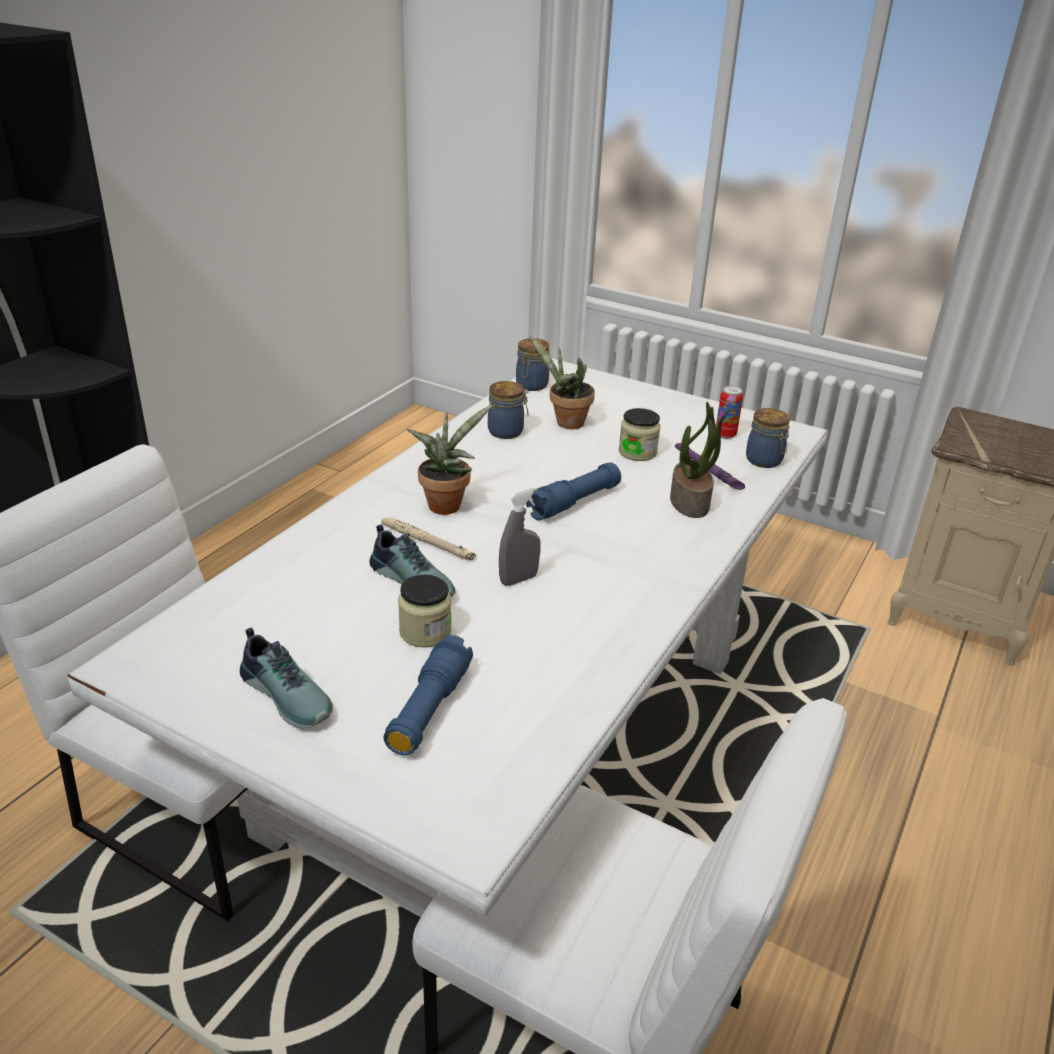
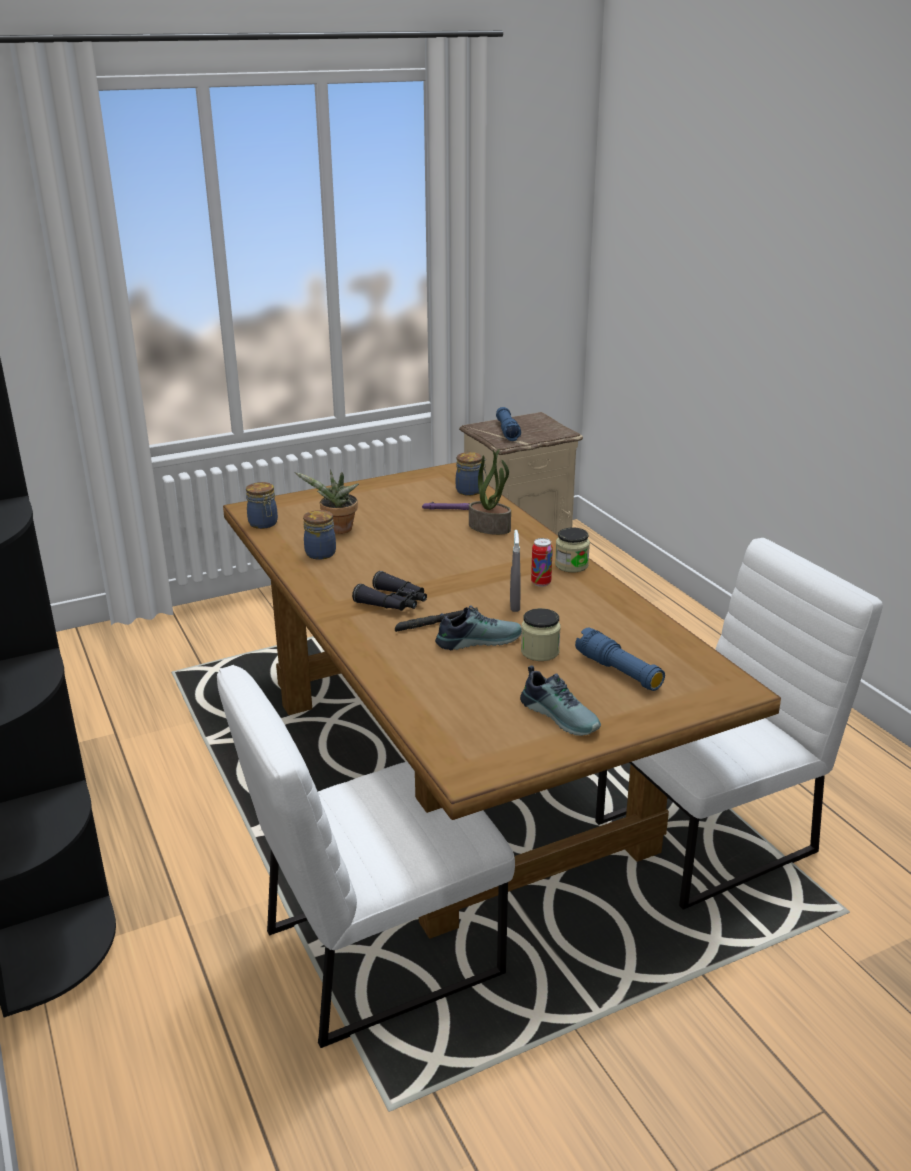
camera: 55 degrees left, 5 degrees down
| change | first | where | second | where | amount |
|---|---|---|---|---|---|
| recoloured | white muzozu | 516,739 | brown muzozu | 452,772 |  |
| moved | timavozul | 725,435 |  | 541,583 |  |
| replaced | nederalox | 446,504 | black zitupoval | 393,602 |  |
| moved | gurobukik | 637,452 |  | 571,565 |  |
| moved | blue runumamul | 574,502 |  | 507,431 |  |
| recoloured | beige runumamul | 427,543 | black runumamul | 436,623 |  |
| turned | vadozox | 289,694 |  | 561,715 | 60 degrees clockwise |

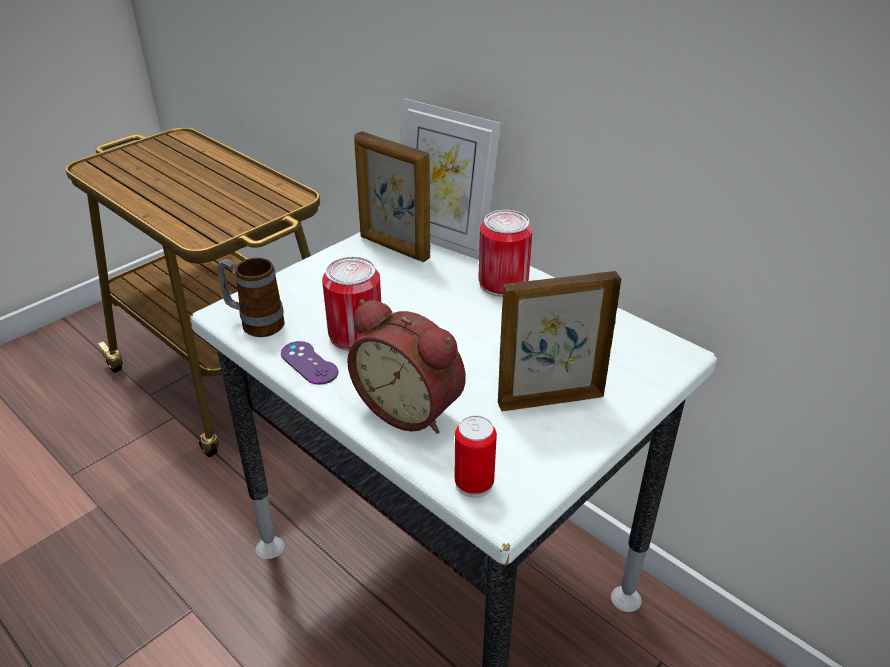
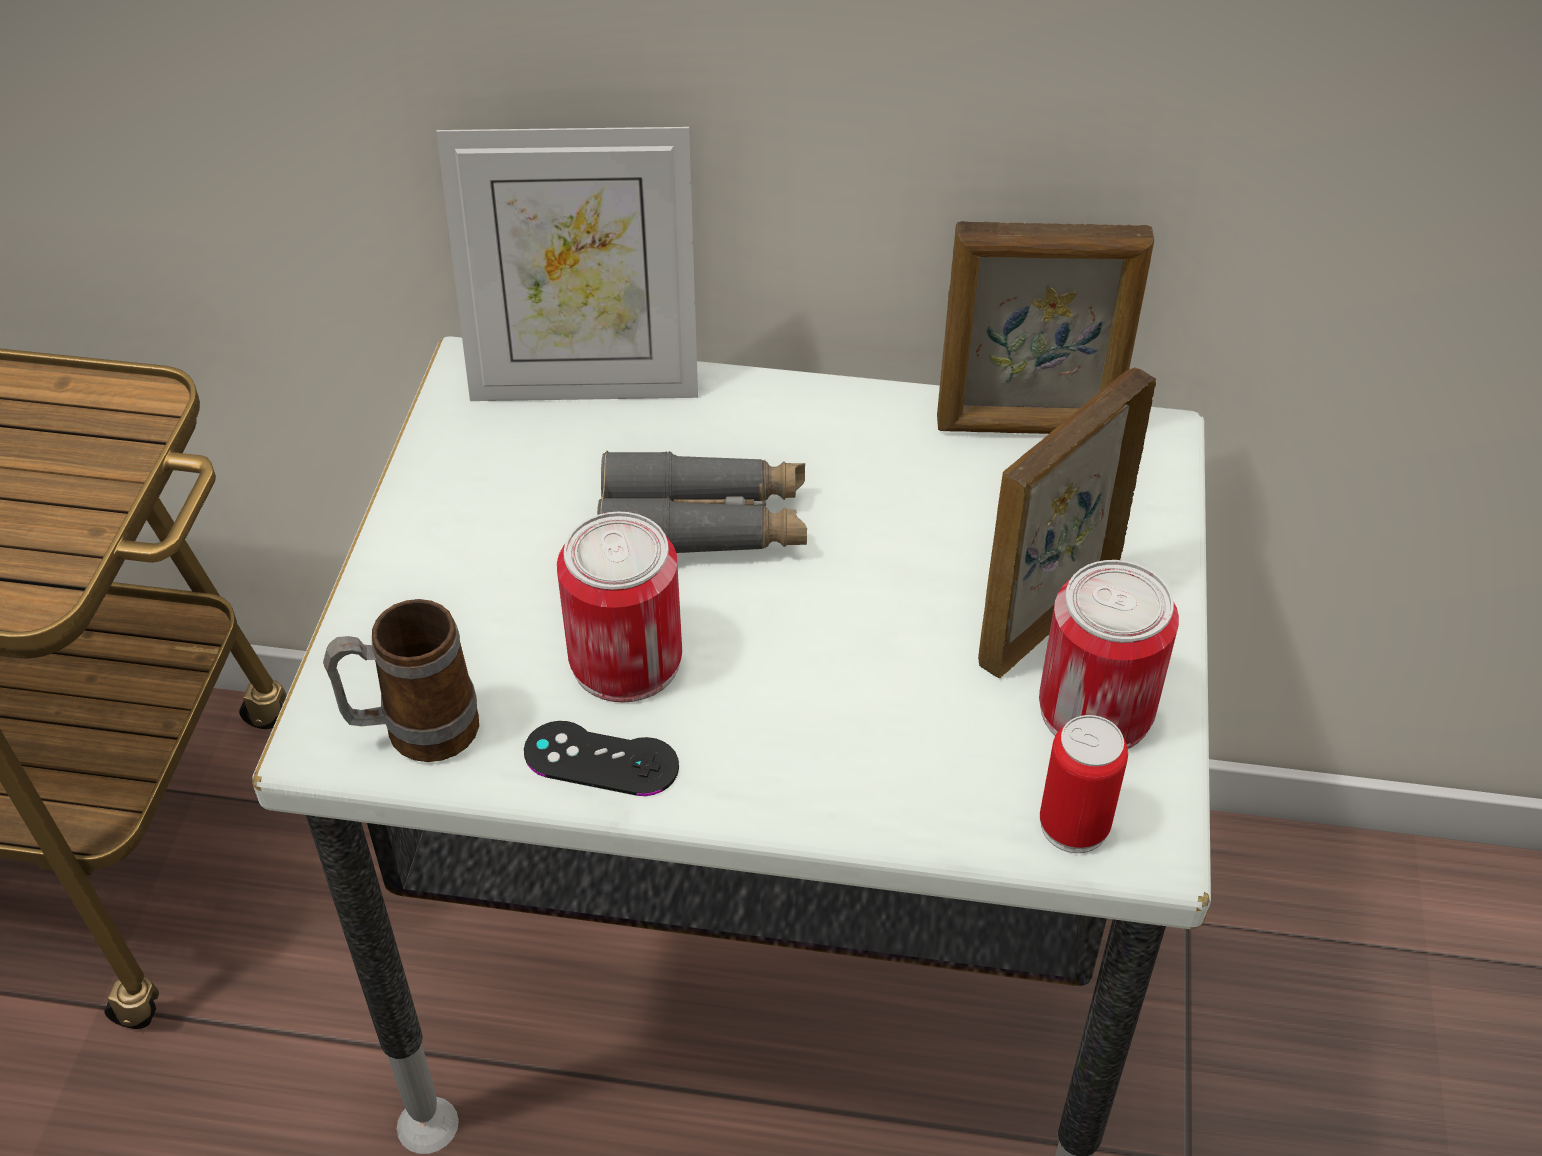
camera: 35 degrees left, 10 degrees up
| change | first | where | second | where | amount |
|---|---|---|---|---|---|
| moved | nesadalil | 394,248 |  | 1027,428 |  |
| moved | timavozul | 503,283 |  | 1095,709 |  |
| removed | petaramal | 411,408 |  |  |  |
| recoloured | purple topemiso | 309,363 | black topemiso | 601,759 |  |
| added |  |  | grey zitupoval | 704,525 |  |

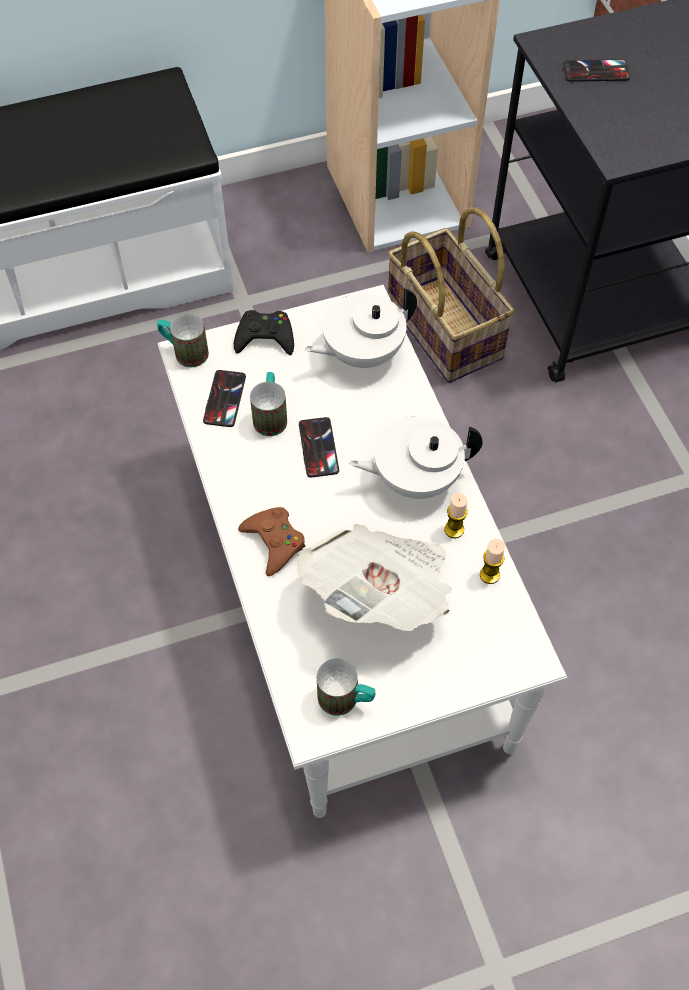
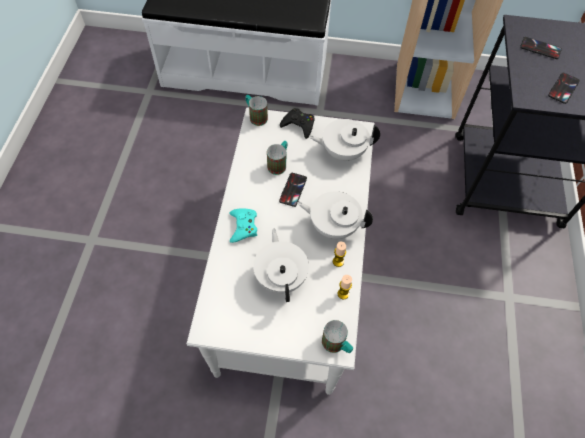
camera: 25 degrees right, 0 degrees up
| change | first | where | second | where | amount |
|---|---|---|---|---|---|
| removed | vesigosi | 446,329 |  |  |  |
| moved | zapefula | 224,399 |  | 563,88 |  |
| recoloured | brown topemiso | 274,542 | turquoise topemiso | 243,227 |  |
| replaced | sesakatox | 381,593 | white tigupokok | 281,277 |  |
| moved | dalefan | 346,700 |  | 337,345 |  |

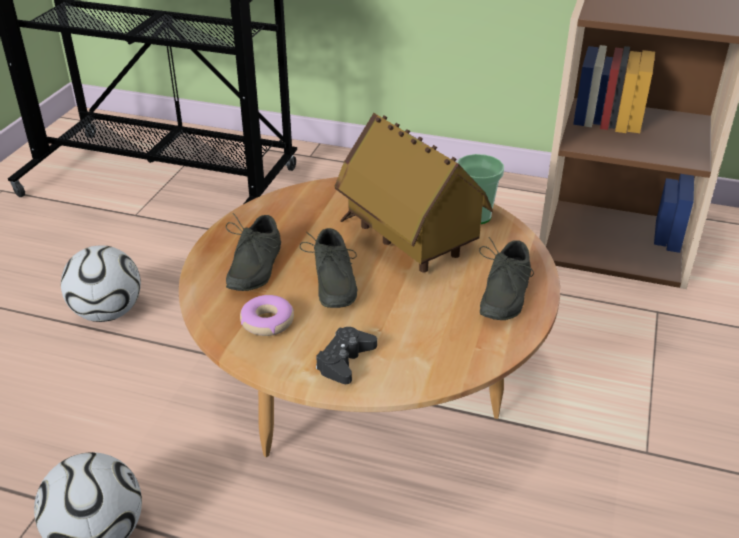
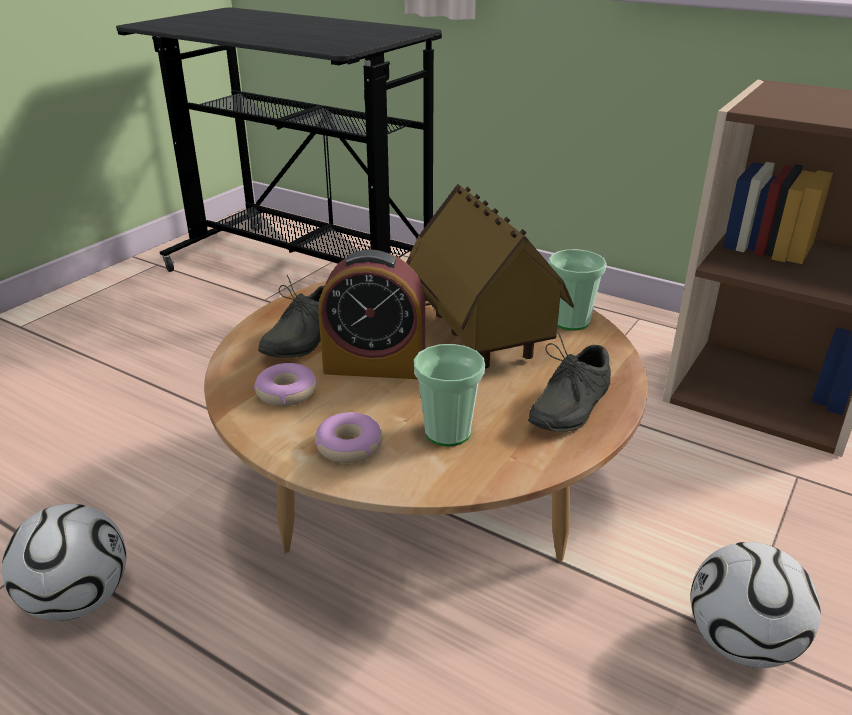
camera: 15 degrees right, 5 degrees down
| change | first | where | second | where | amount |
|---|---|---|---|---|---|
| replaced | grey vadozox | 330,283 | petaramal | 374,365 |  |
| moved | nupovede | 108,313 |  | 741,643 |  |
| replaced | black topemiso | 345,361 | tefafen | 349,446 |  |
| added |  |  | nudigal | 448,432 |  |

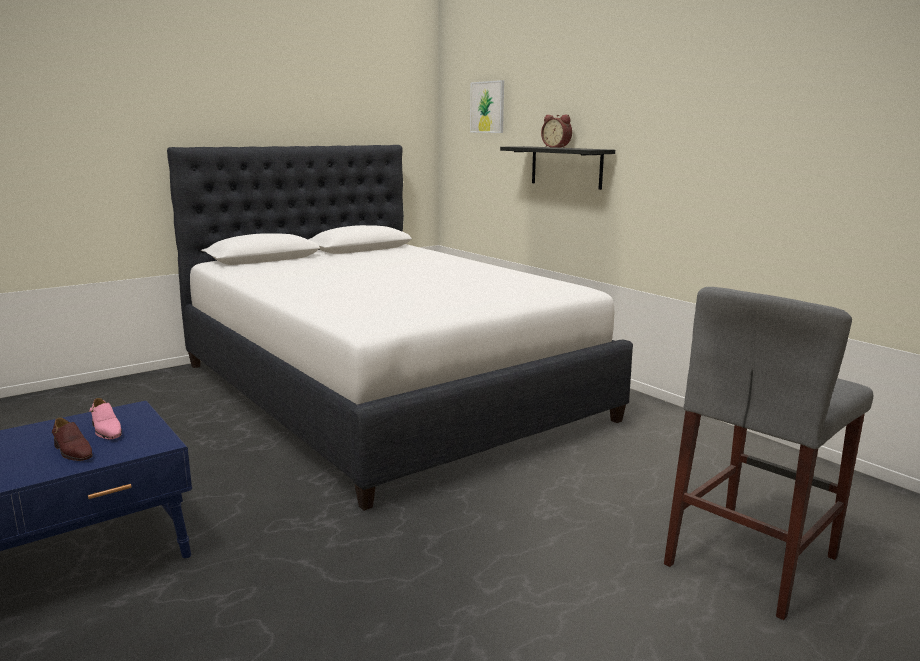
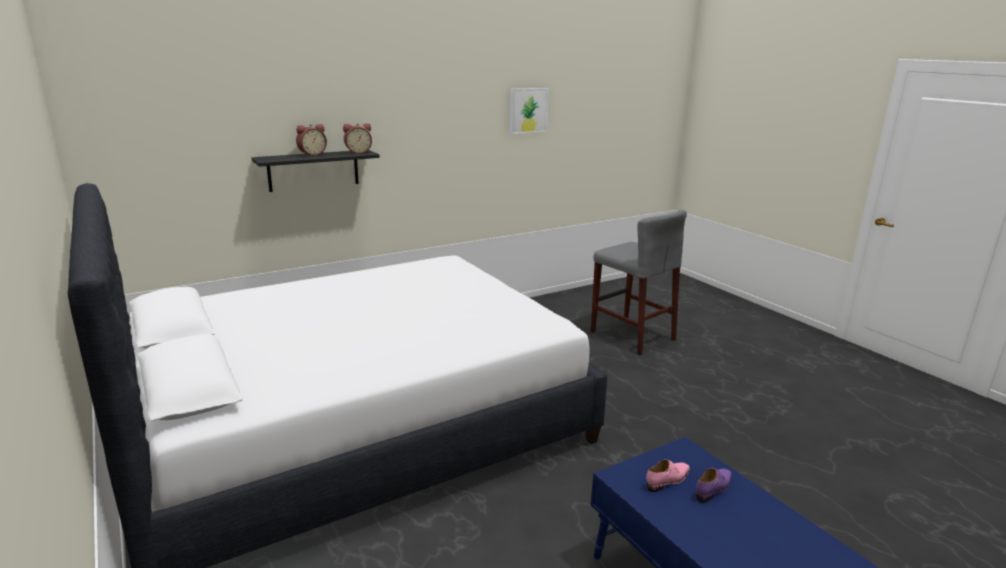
camera: 85 degrees left, 5 degrees up
| change | first | where | second | where | amount |
|---|---|---|---|---|---|
| moved | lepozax | 487,107 |  | 528,110 |  |
| recoloured | brown vadozox | 72,452 | purple vadozox | 714,488 |  |
| added |  |  | petaramal | 358,152 |  |

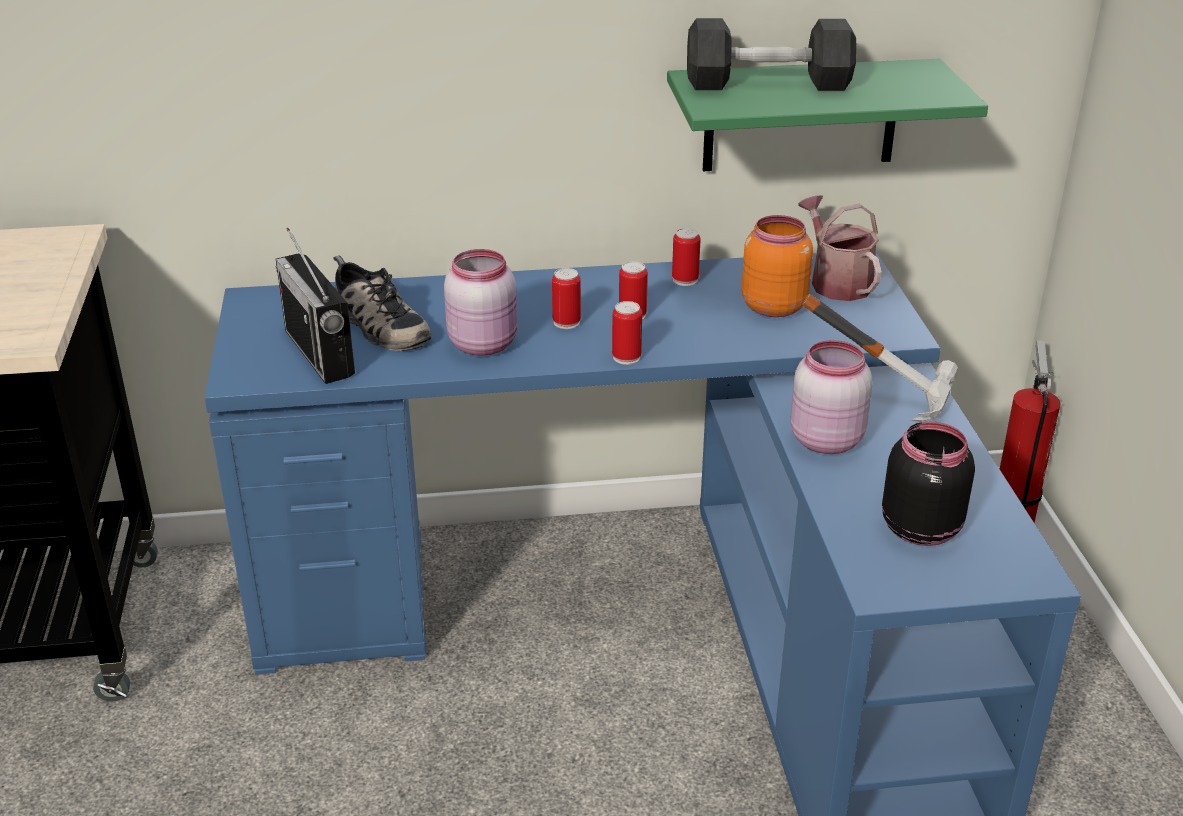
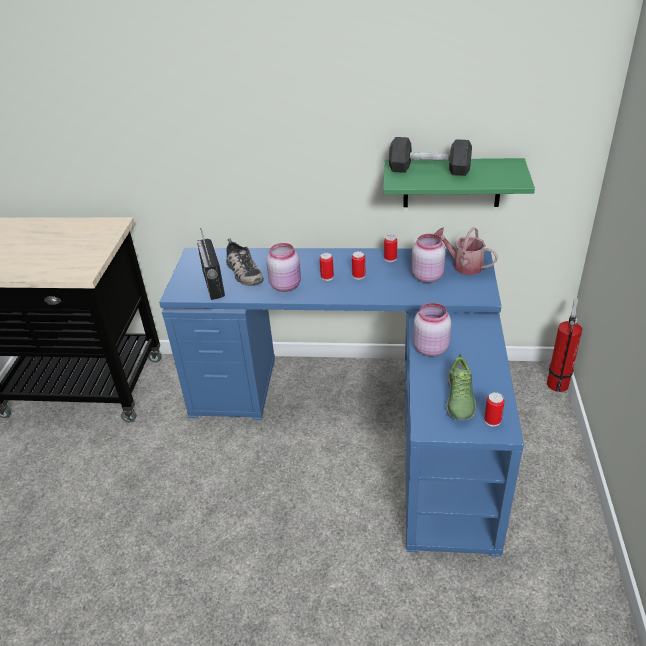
camera: 15 degrees right, 5 degrees up
| change | first | where | second | where | amount |
|---|---|---|---|---|---|
| turned | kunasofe | 836,282 |  | 463,265 | 45 degrees counterclockwise |
| recoloured | orange gurobukik | 772,306 | pink gurobukik | 427,276 |  |
| removed | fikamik | 882,391 |  |  |  |
| moved | timavozul | 626,357 |  | 492,420 |  |
| replaced | black gurobukik | 922,527 | vadozox | 459,399 |  |

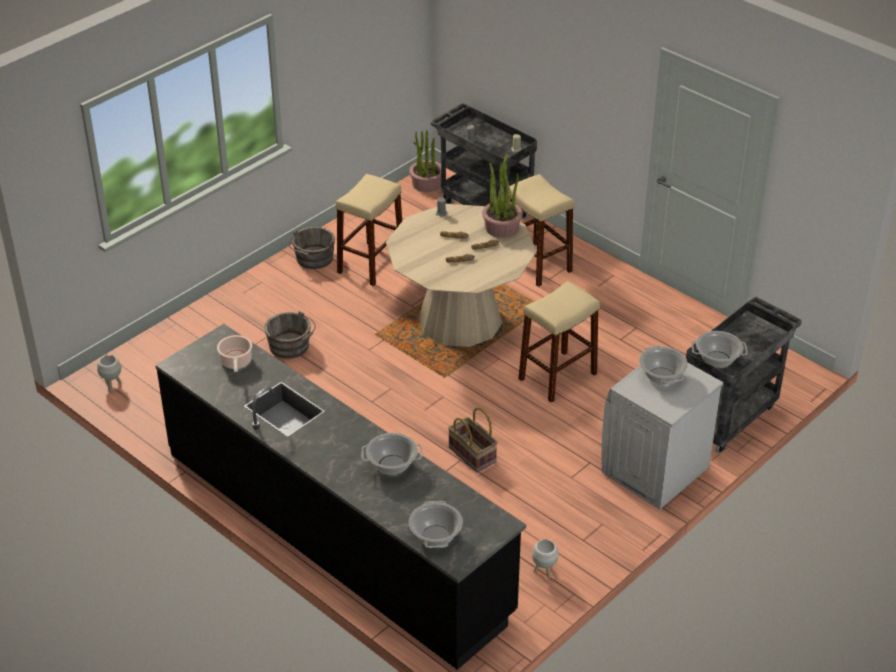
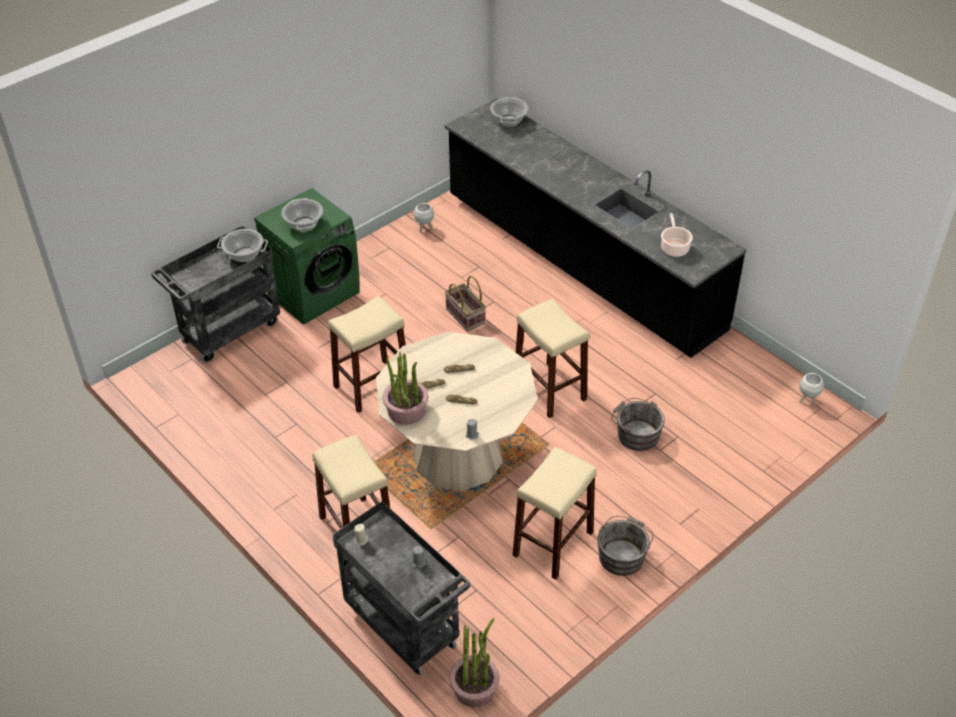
camera: 175 degrees left, 5 degrees up
| change | first | where | second | where | amount |
|---|---|---|---|---|---|
| recoloured | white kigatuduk | 654,471 | green kigatuduk | 314,295 |  |
| removed | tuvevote | 391,465 |  |  |  |
| added |  |  | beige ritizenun | 549,390 |  |

